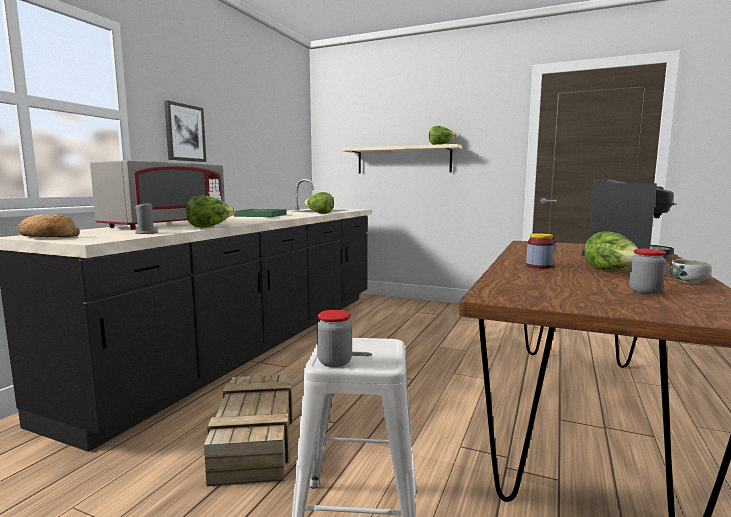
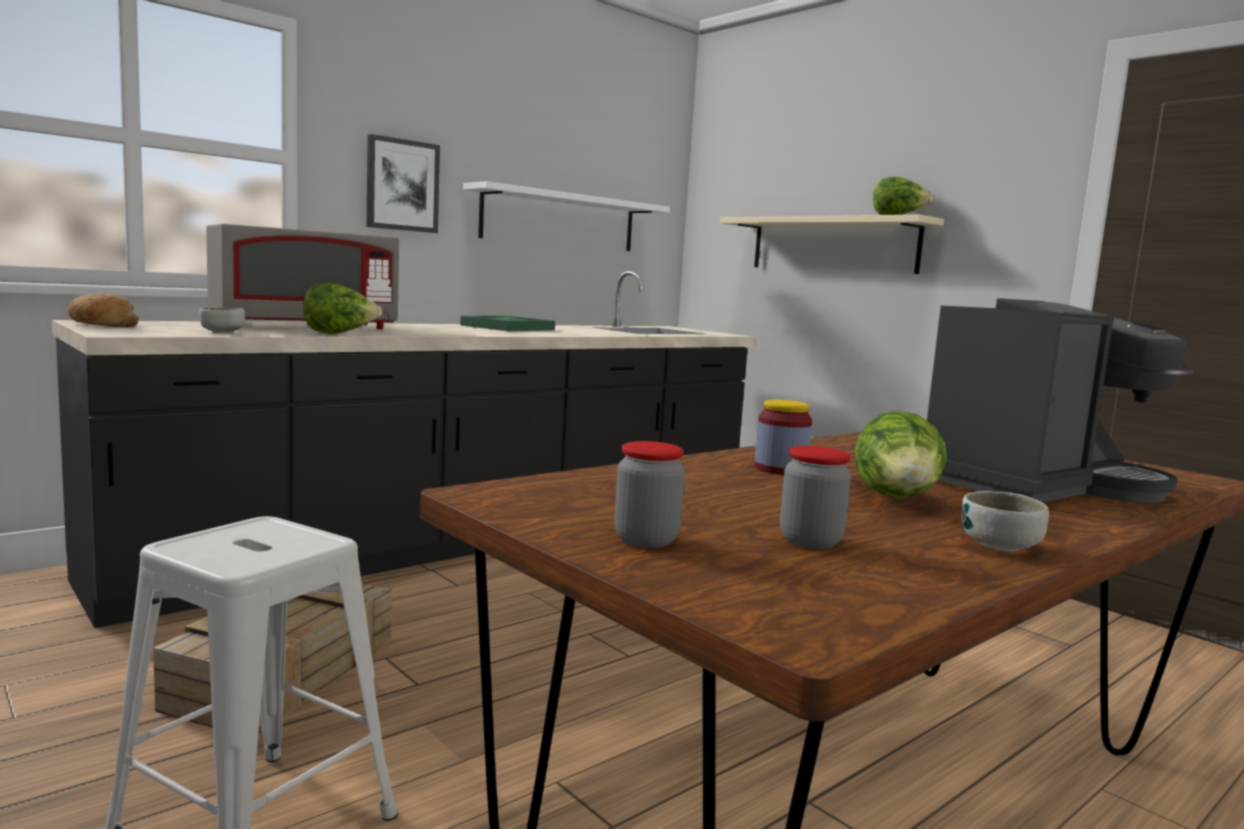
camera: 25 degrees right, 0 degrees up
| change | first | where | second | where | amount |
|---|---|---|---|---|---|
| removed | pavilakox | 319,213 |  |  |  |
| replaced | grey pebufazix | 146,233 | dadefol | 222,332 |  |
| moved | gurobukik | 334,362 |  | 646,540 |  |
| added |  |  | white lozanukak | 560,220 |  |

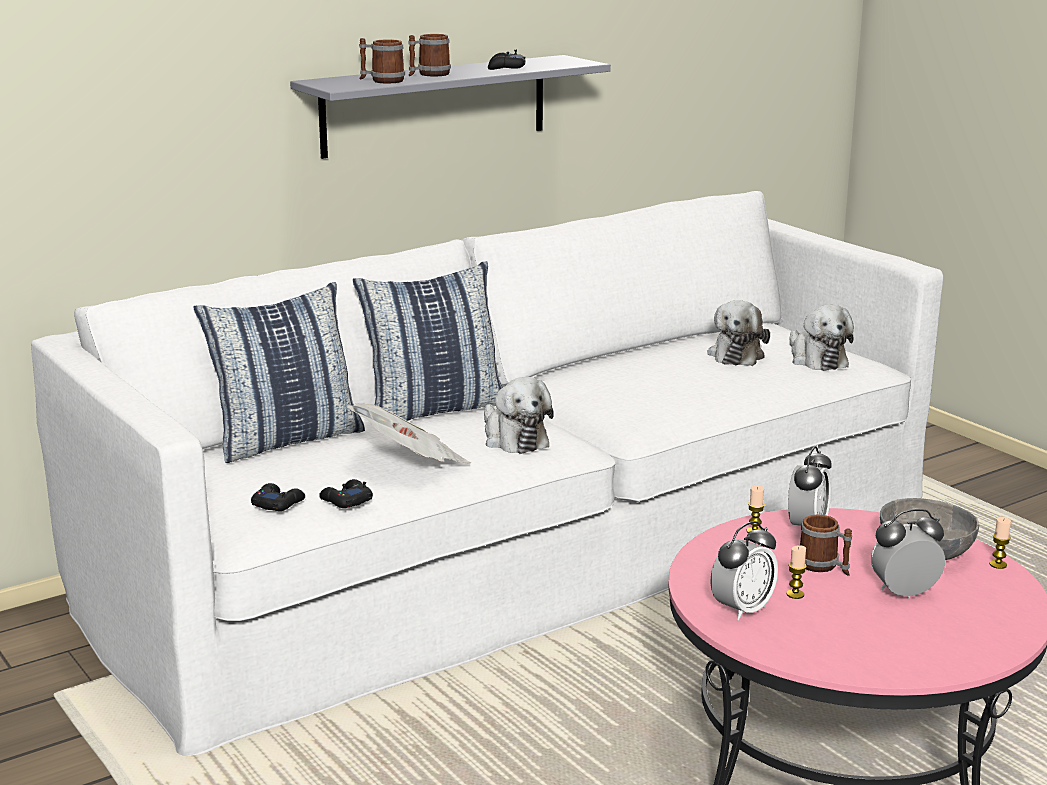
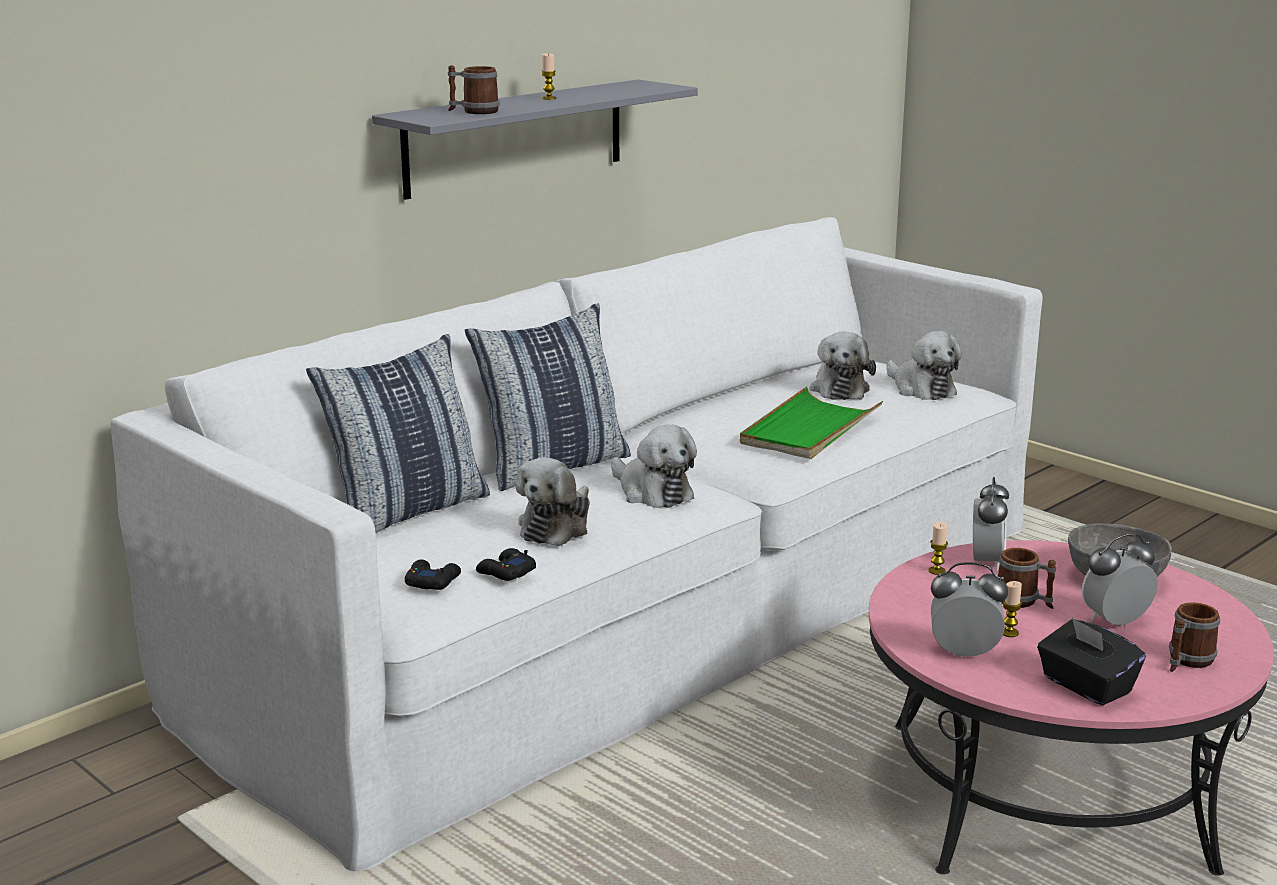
camera: 10 degrees left, 0 degrees up
| change | first | where | second | where | amount |
|---|---|---|---|---|---|
| moved | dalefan | 428,74 |  | 1187,661 |  |
| removed | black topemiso | 506,68 |  |  |  |
| replaced | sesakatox | 410,463 | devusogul | 556,526 |  |
| moved | pebufazix | 998,565 |  | 549,98 |  |
| turned | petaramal | 742,609 |  | 964,653 | 120 degrees counterclockwise |
| added |  |  | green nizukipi | 809,429 |  |
| added |  |  | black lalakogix | 1086,686 |  |

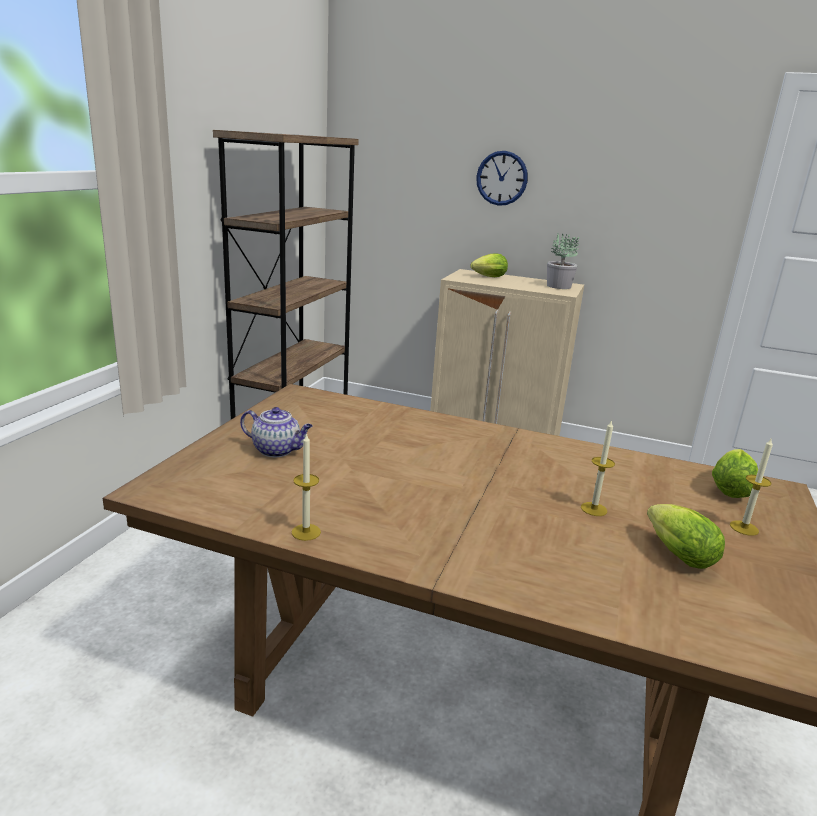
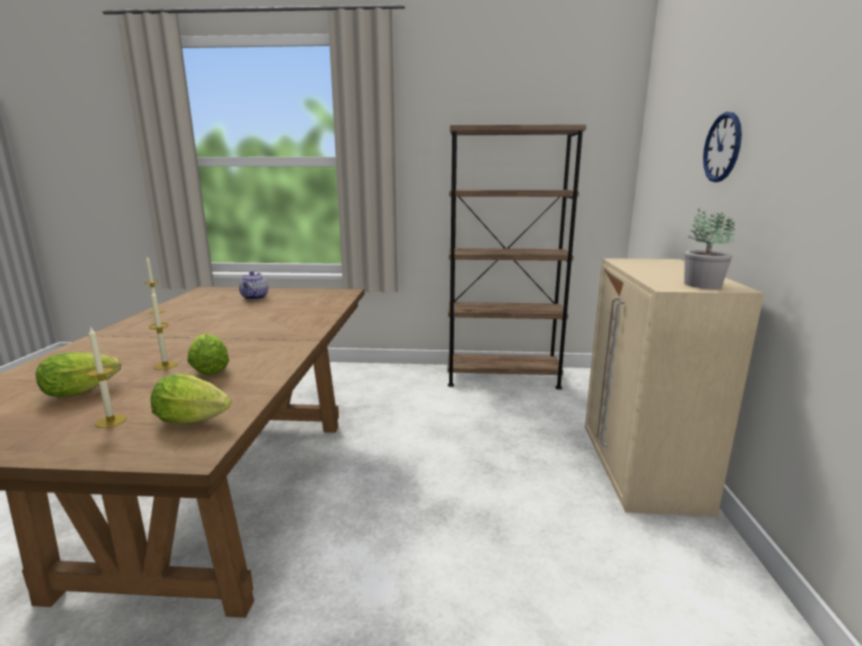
camera: 75 degrees right, 5 degrees down
| change | first | where | second | where | amount |
|---|---|---|---|---|---|
| moved | pavilakox | 487,277 |  | 209,369 |  |

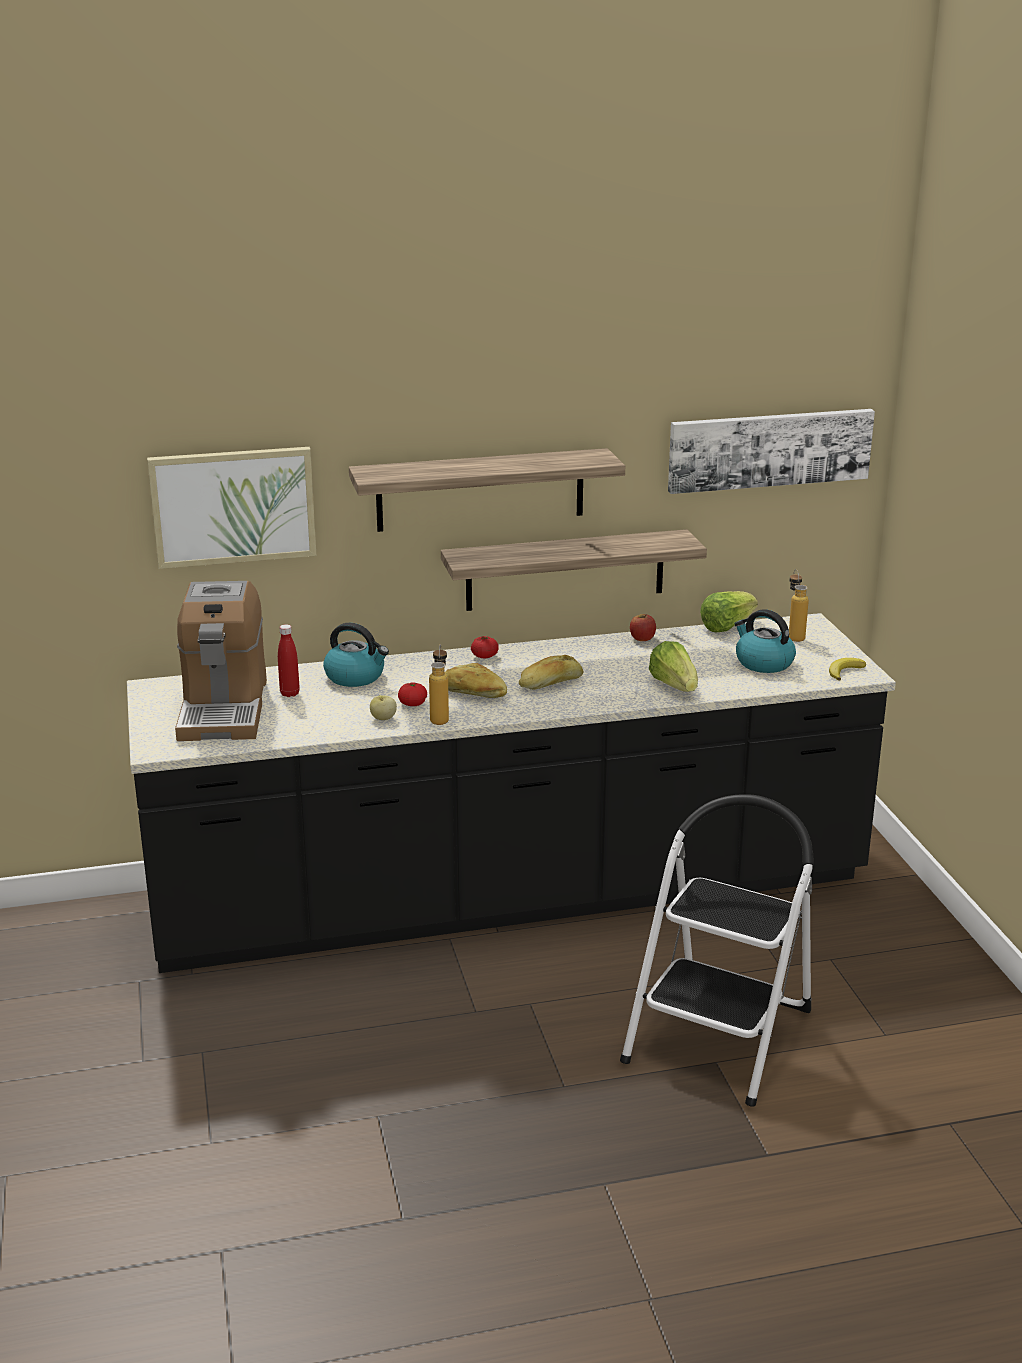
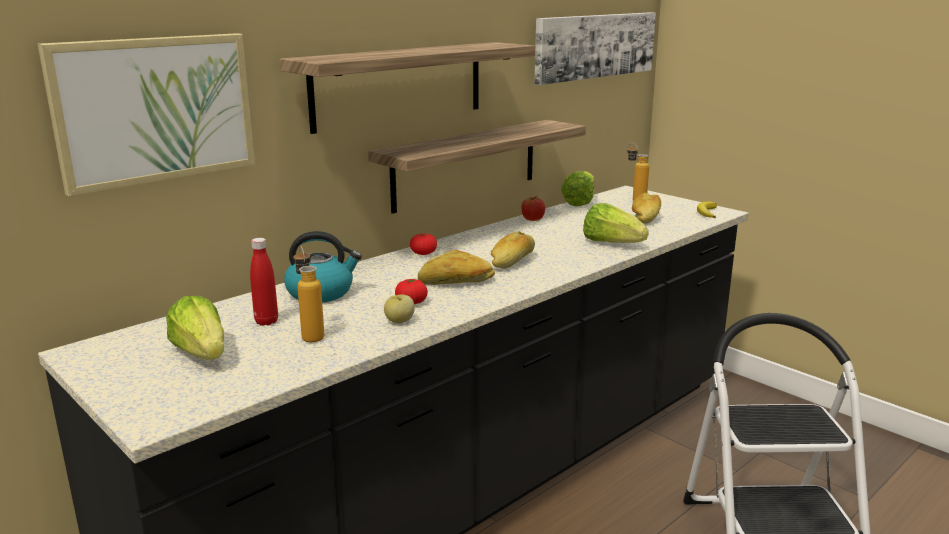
camera: 30 degrees left, 5 degrees down
| change | first | where | second | where | amount |
|---|---|---|---|---|---|
| replaced | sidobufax | 223,708 | pavilakox | 202,353 |  |
| replaced | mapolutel | 763,663 | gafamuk | 645,217 |  |
| moved | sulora | 440,718 |  | 310,334 |  |

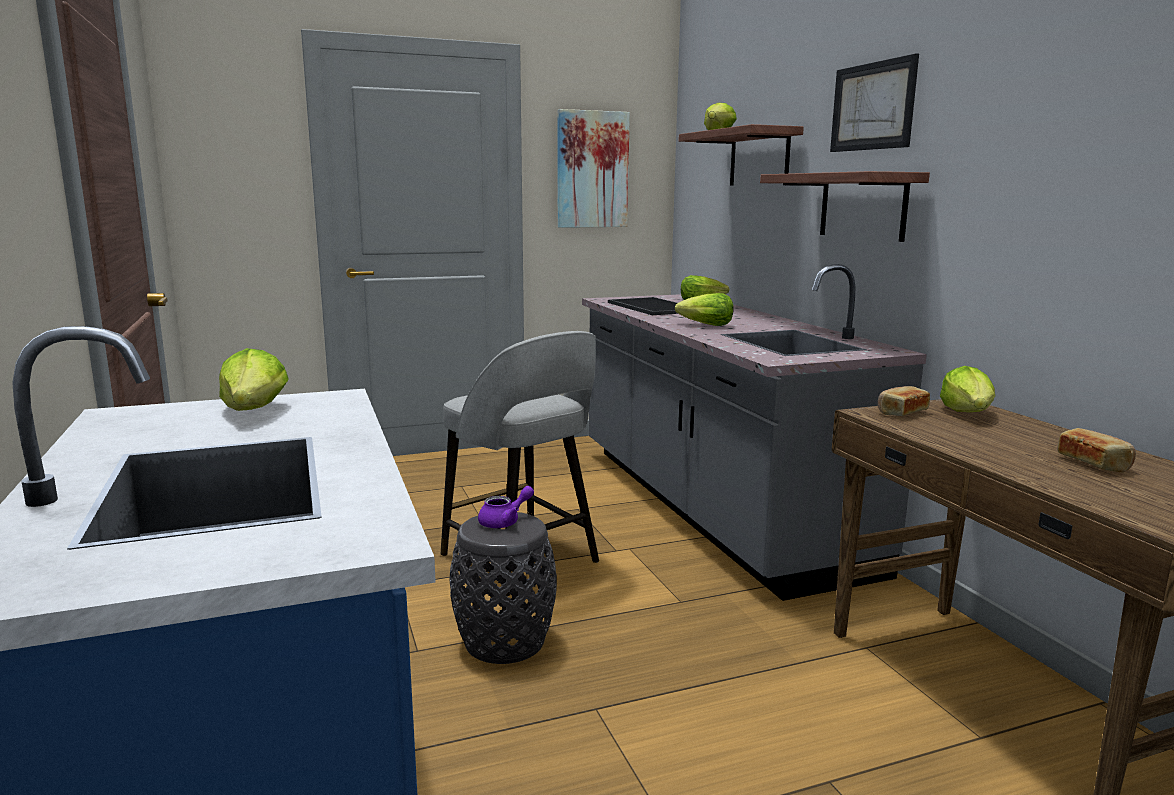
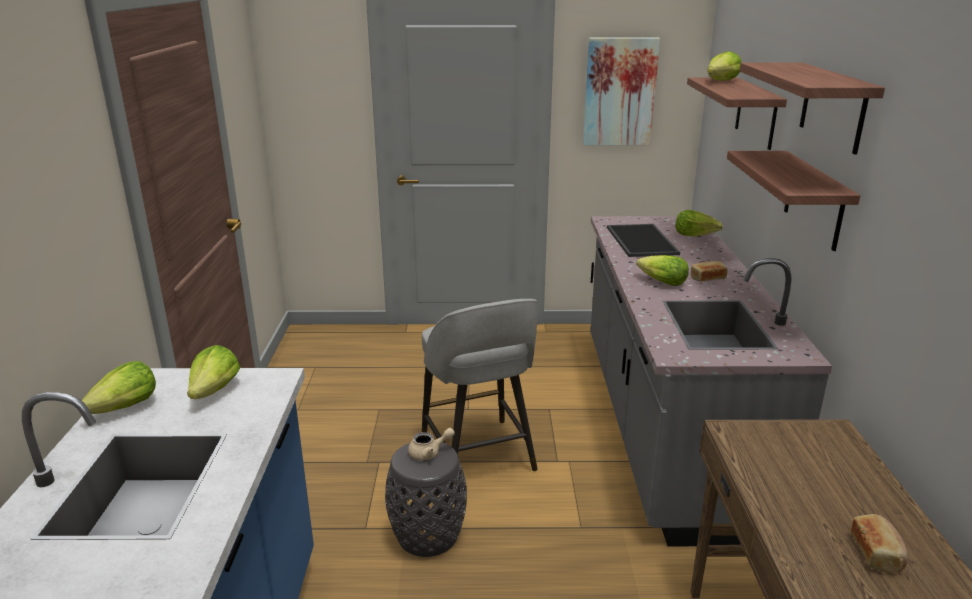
camera: 20 degrees right, 10 degrees up
| change | first | where | second | where | amount |
|---|---|---|---|---|---|
| replaced | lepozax | 873,106 | lozanukak | 833,107 |  |
| moved | pavilakox | 968,413 |  | 125,408 |  |
| moved | gafamuk | 901,412 |  | 707,278 |  |
| recoloured | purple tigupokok | 505,522 | beige tigupokok | 429,453 |  |

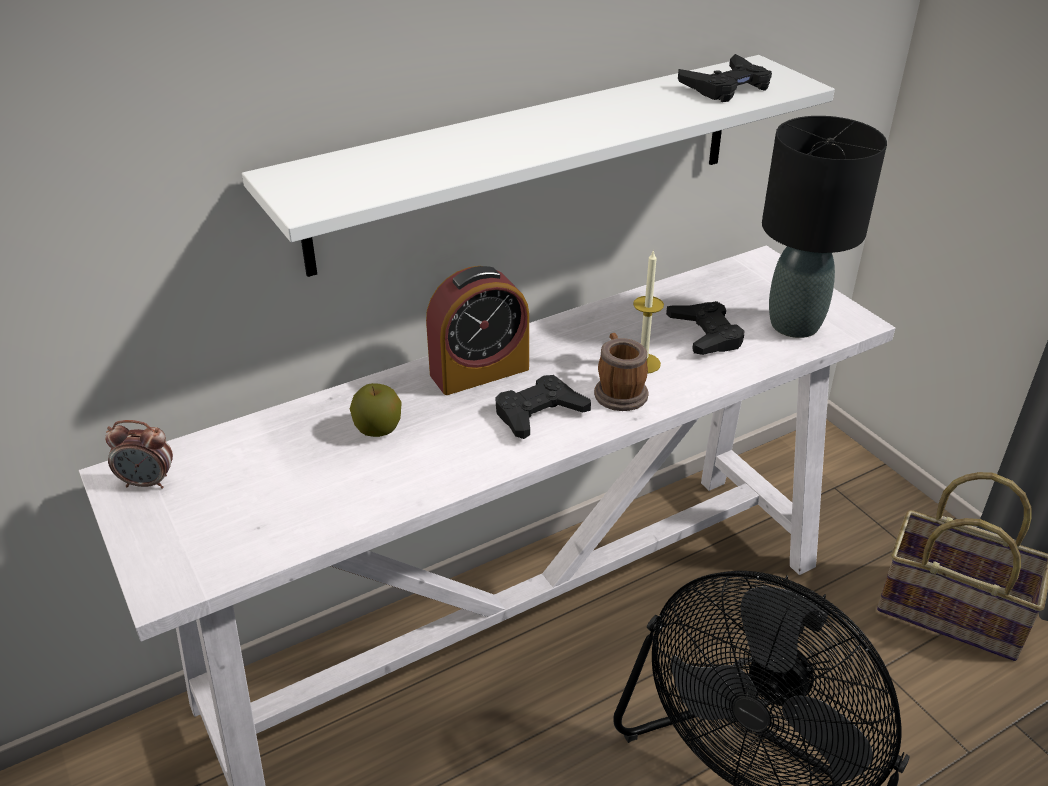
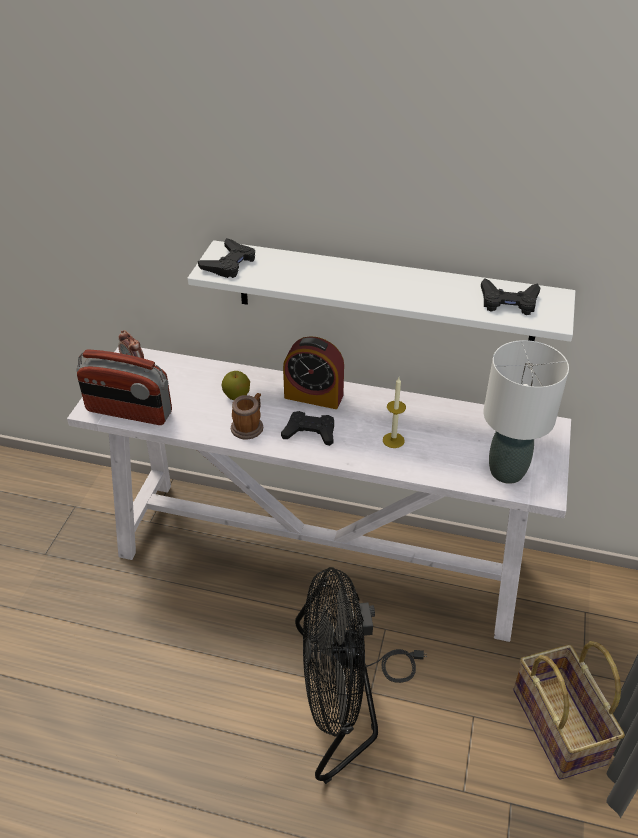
camera: 45 degrees right, 5 degrees up
| change | first | where | second | where | amount |
|---|---|---|---|---|---|
| recoloured | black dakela | 795,325 | white dakela | 507,472 |  |
| moved | black topemiso | 705,334 |  | 229,264 |  |
| moved | dalefan | 618,391 |  | 249,426 |  |
| added |  |  | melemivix | 129,412 |  |

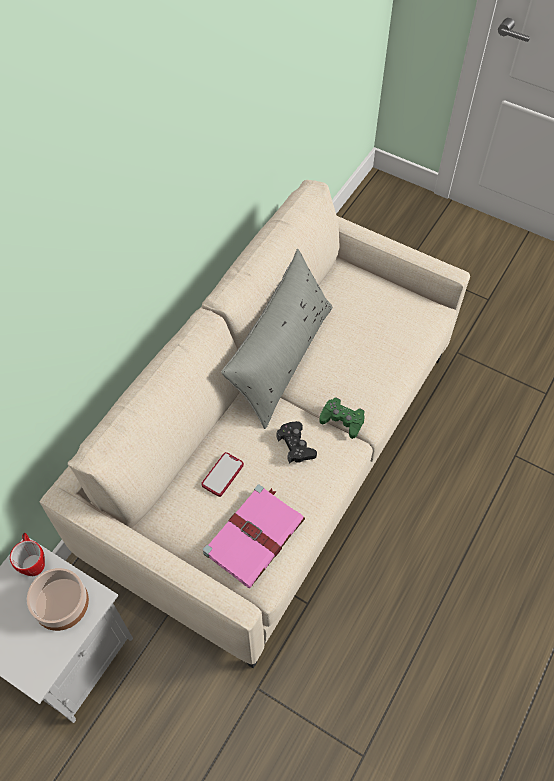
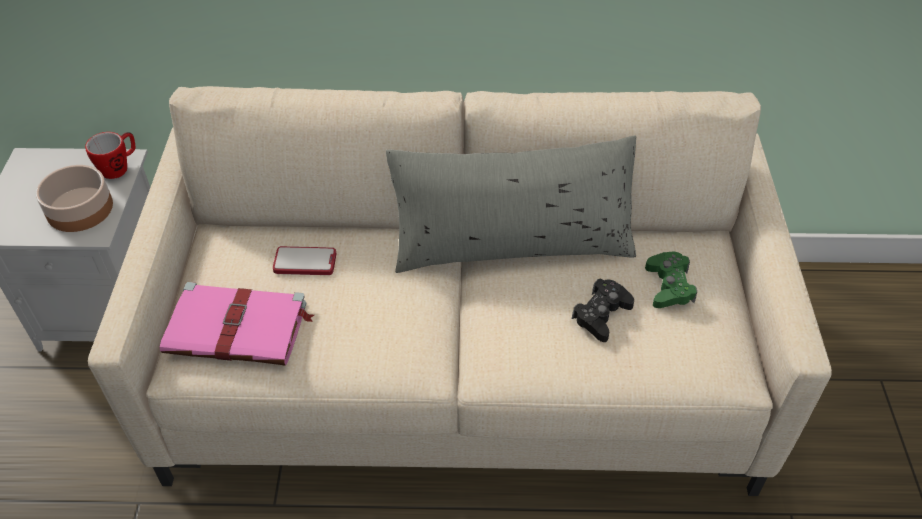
camera: 60 degrees right, 10 degrees down
| change | first | where | second | where | amount |
|---|---|---|---|---|---|
| moved | green topemiso | 342,420 |  | 669,286 |  |
| moved | black topemiso | 296,445 |  | 601,314 |  |

